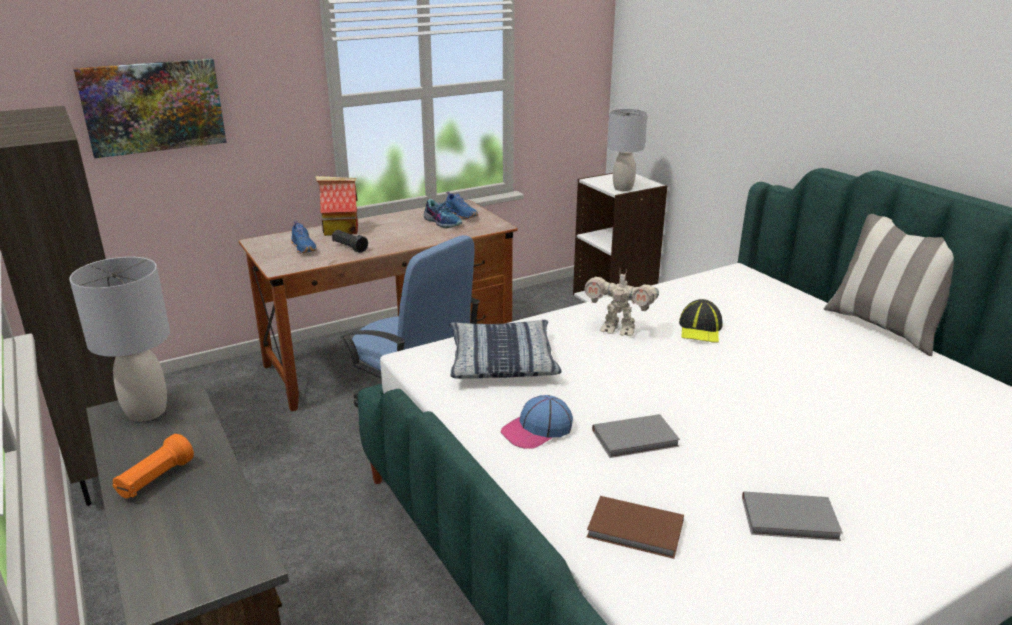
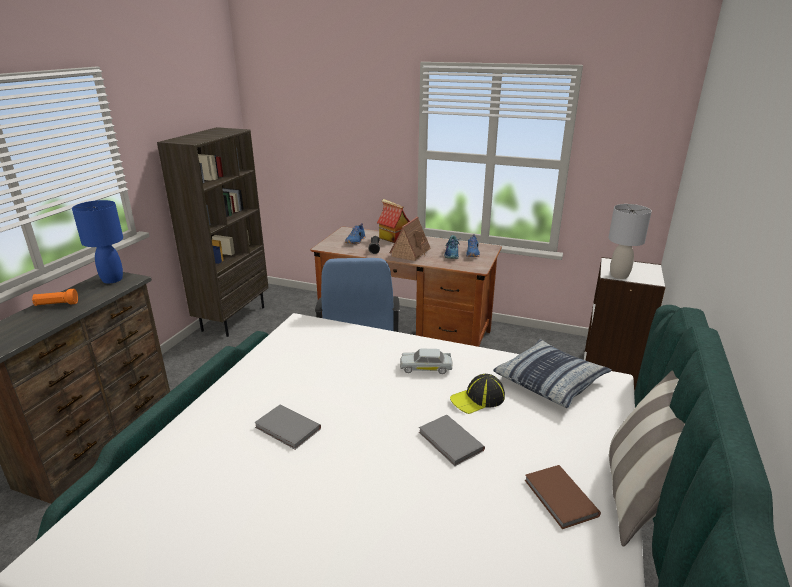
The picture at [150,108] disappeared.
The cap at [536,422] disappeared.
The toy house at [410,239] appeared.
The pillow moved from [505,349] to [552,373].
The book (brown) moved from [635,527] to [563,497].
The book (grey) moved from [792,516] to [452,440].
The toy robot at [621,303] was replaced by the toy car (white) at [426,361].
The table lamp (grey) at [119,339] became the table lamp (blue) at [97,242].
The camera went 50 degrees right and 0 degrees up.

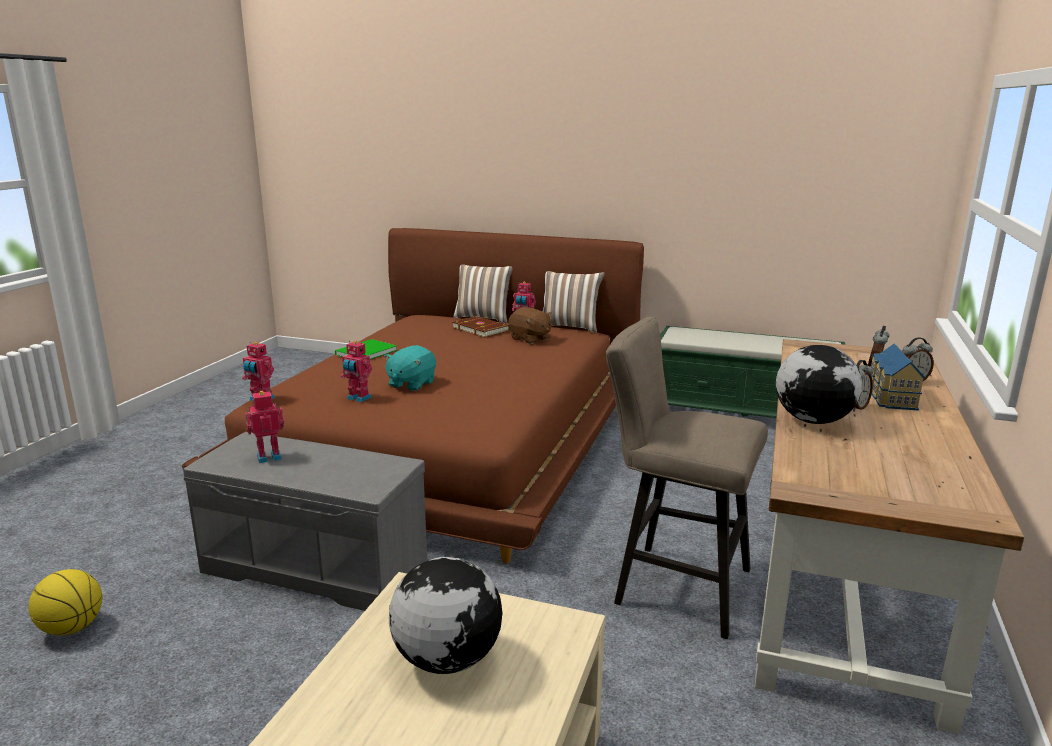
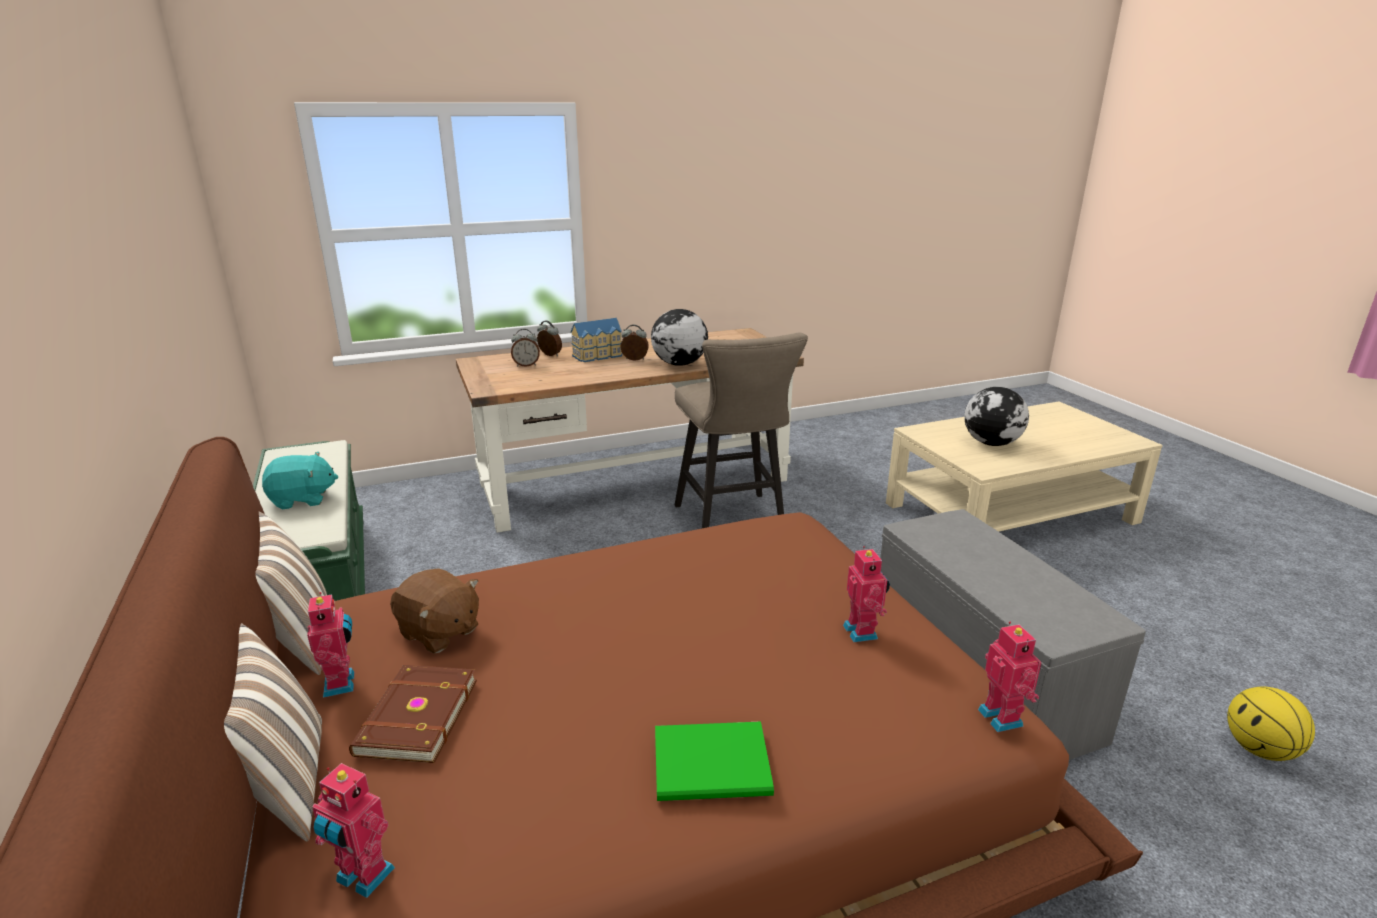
The toy robot moved from [264,427] to [353,830].
The plush toy (turquoise) moved from [410,368] to [300,480].
The plush toy (brown) at [530,325] turned 120 degrees clockwise.
The camera went 130 degrees left and 5 degrees up.

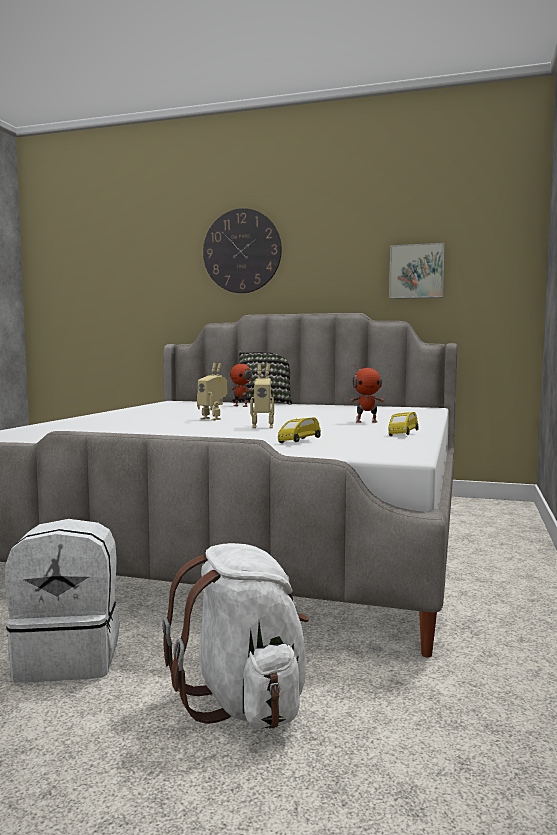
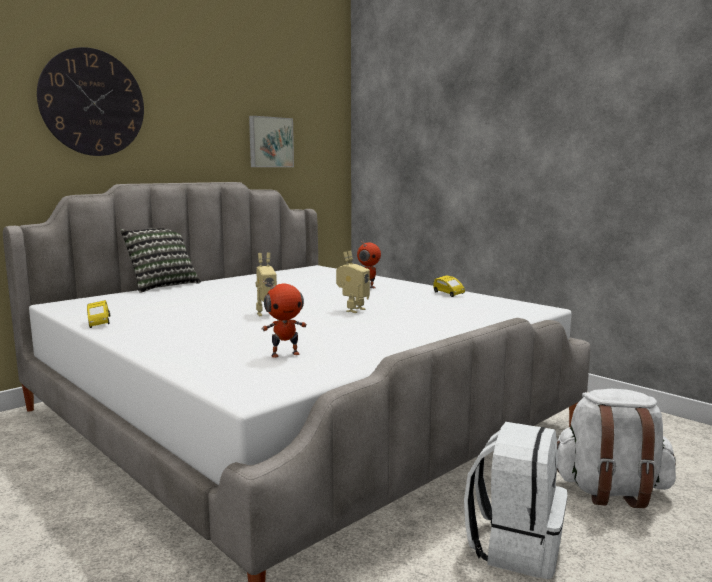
The toy robot moved from [241,383] to [284,318].
The toy car (yellow) moved from [299,430] to [98,314].
The camera went 60 degrees left and 5 degrees up.

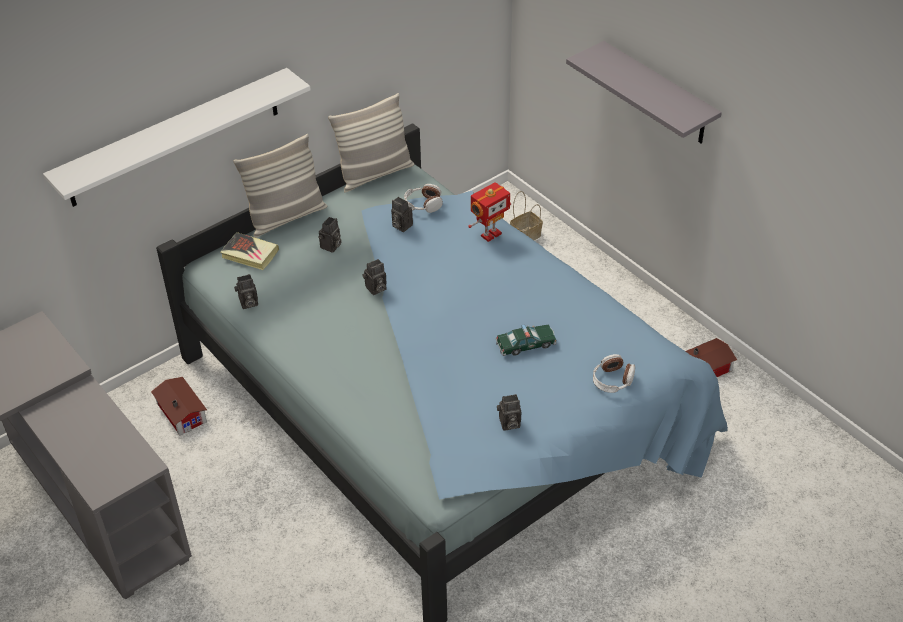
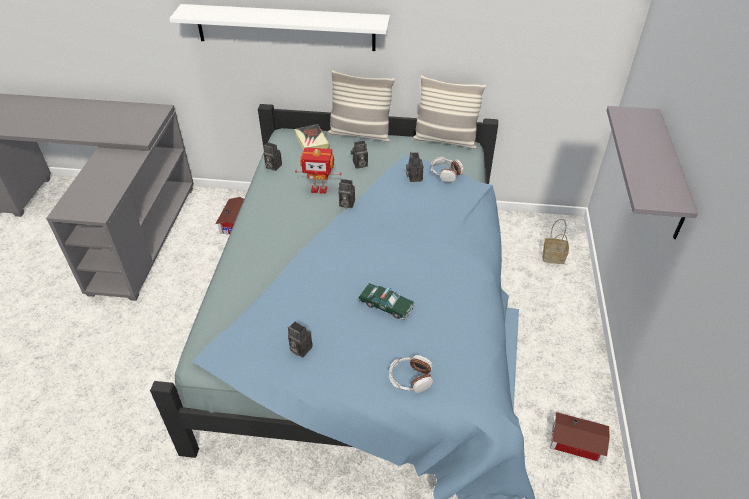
The toy robot moved from [489,212] to [318,170].
The camera went 45 degrees right and 0 degrees up.

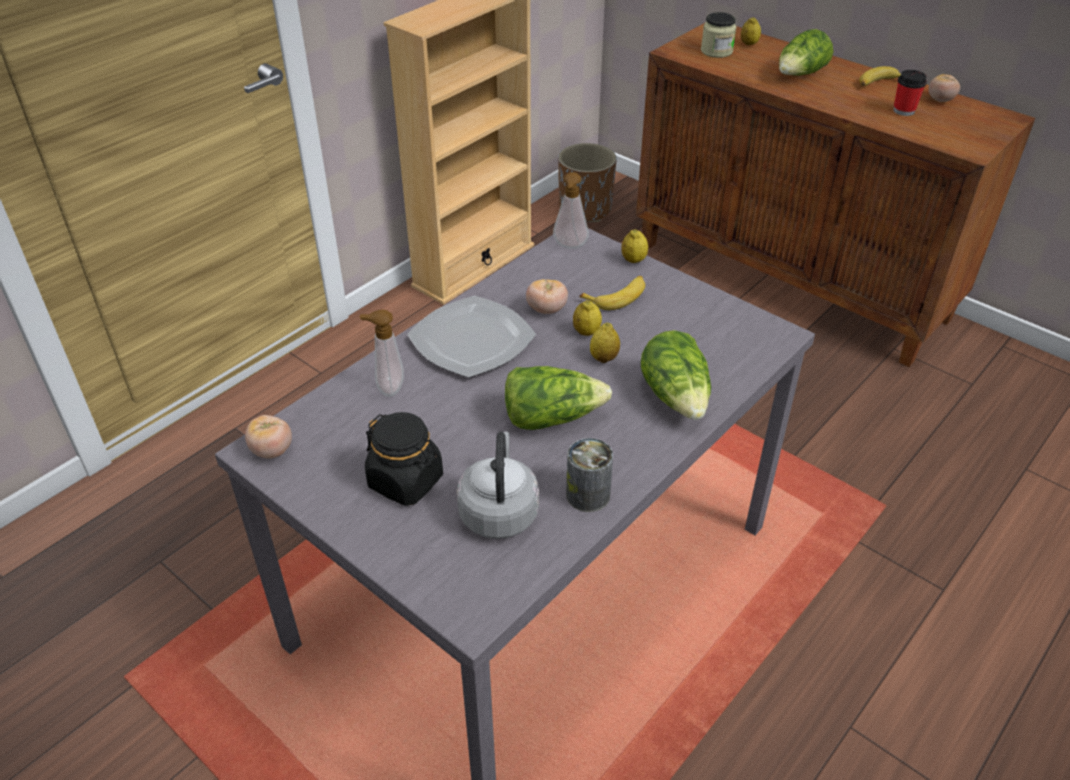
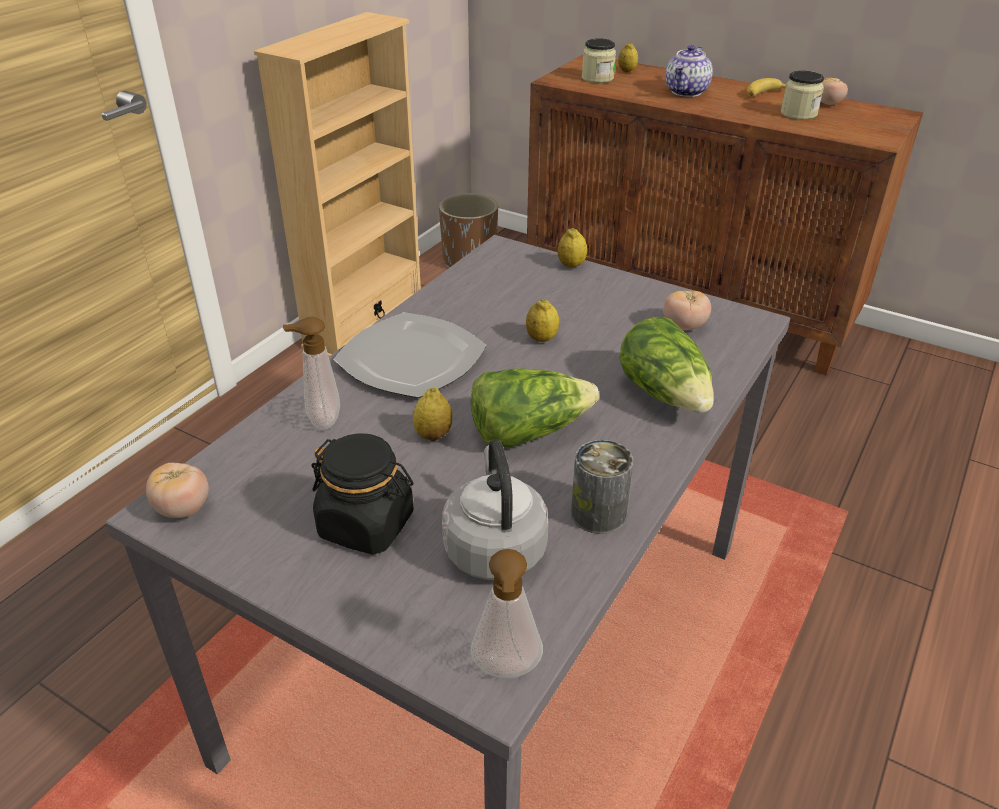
The banana at [612,293] disappeared.
The tomato moved from [547,296] to [687,309].
The soap dispenser moved from [571,210] to [507,613].
The lemon moved from [605,343] to [432,414].
The lettuce at [806,52] was replaced by the teapot at [689,71].
The cup at [910,93] was replaced by the jar at [802,95].
The camera went 10 degrees left and 5 degrees down.

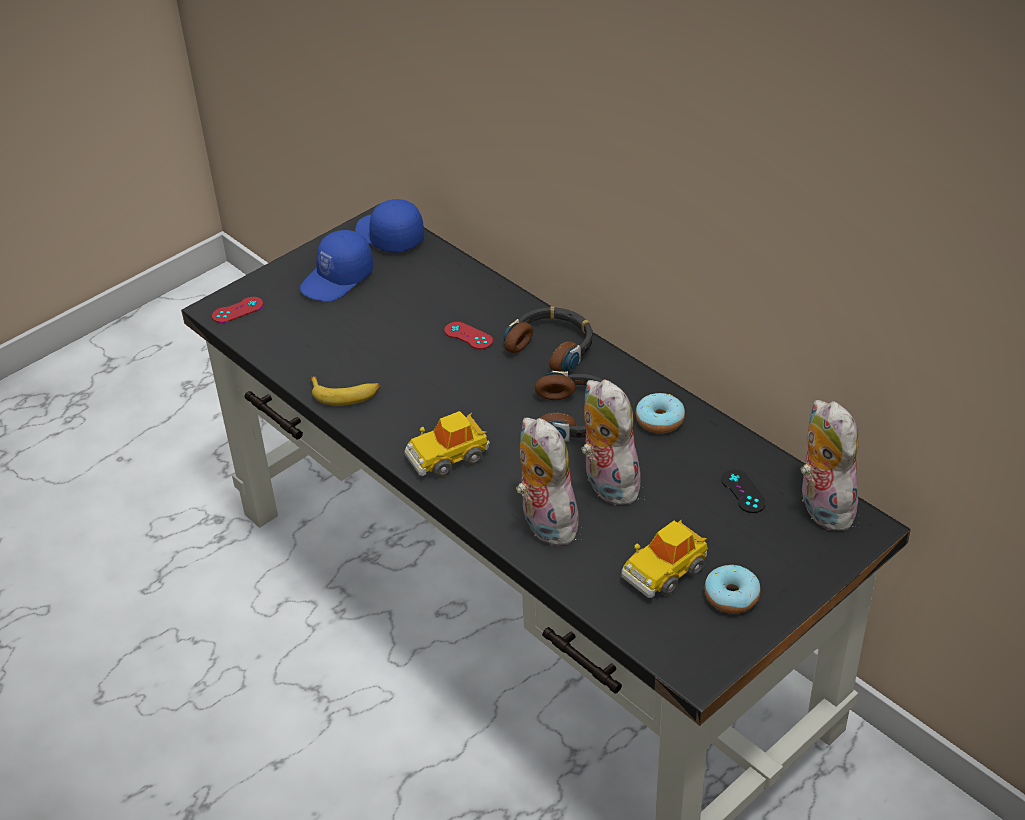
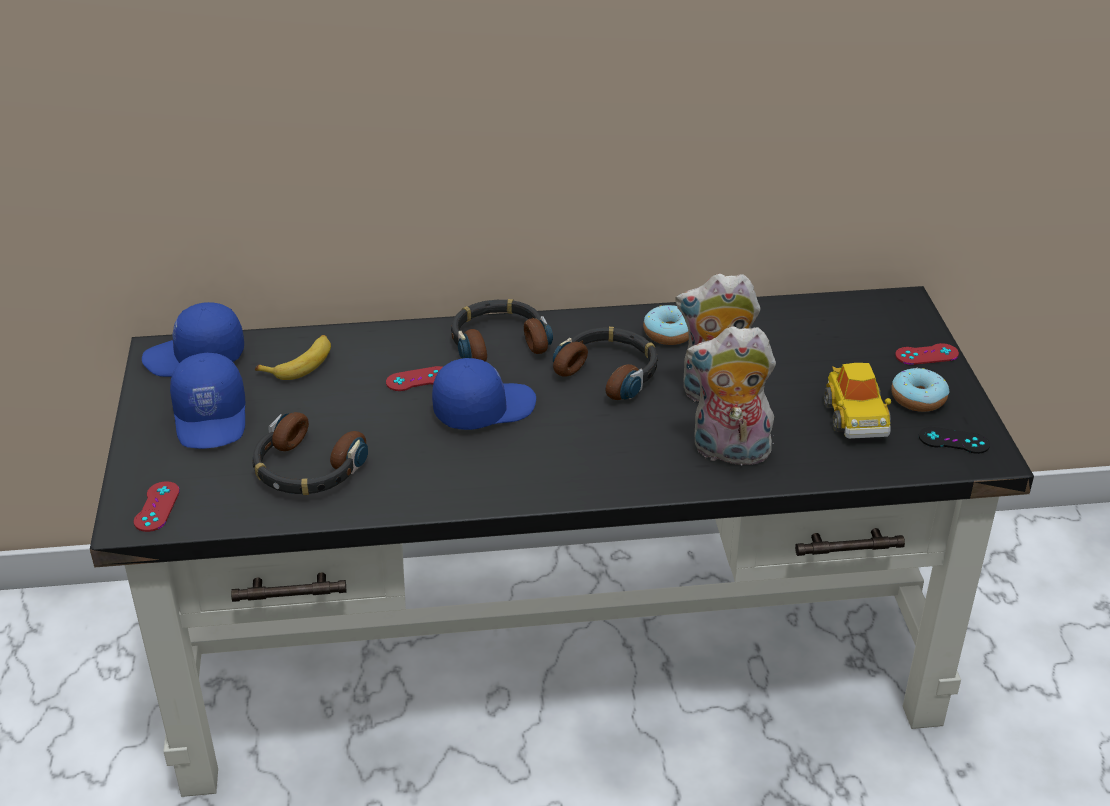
The toy car at [447,444] disappeared.
The plush toy at [830,465] disappeared.
The headphones at [310,453] appeared.
The cap (blue) at [484,394] appeared.
The game controller (red) at [927,354] appeared.
The banana moved from [345,391] to [293,357].
The game controller (black) moved from [743,491] to [954,440].
The camera went 55 degrees left and 5 degrees down.

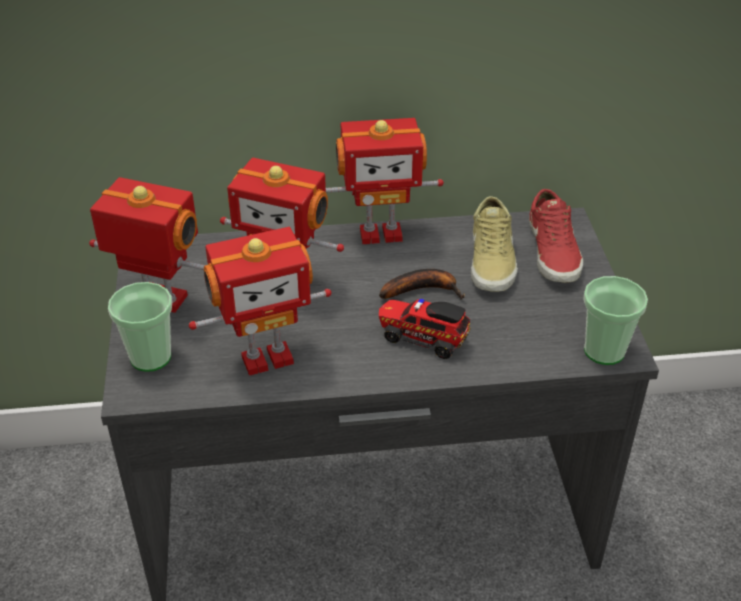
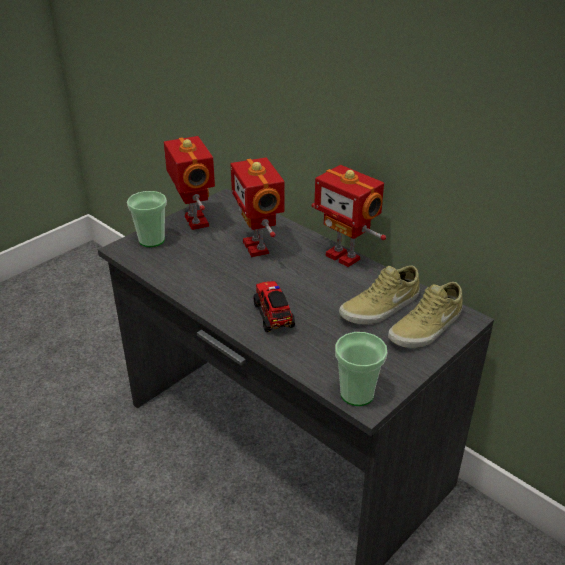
The toy robot at [260,301] disappeared.
The banana at [422,284] disappeared.
The shoe (red) at [556,236] became the shoe (beige) at [425,315].
The camera went 50 degrees right and 5 degrees down.

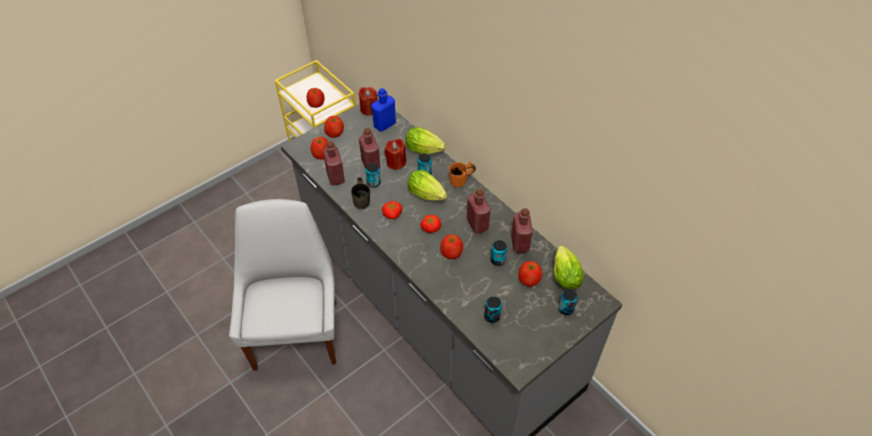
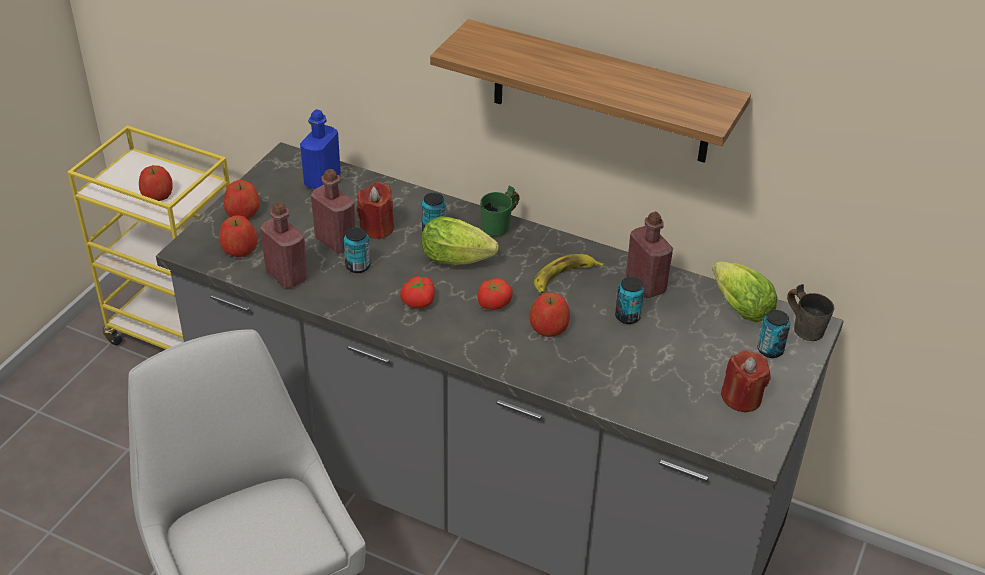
The lettuce at [425,140] disappeared.
The can at [493,309] disappeared.
The apple at [530,274] disappeared.
The shelf at [590,91] appeared.
The mug (grey) moved from [360,193] to [810,312].
The candle (red) moved from [368,101] to [746,381].
The bottle (red) at [479,211] was replaced by the banana at [569,274].
The mug (orange) at [462,174] became the mug (green) at [499,211].
The camera went 25 degrees left and 10 degrees down.

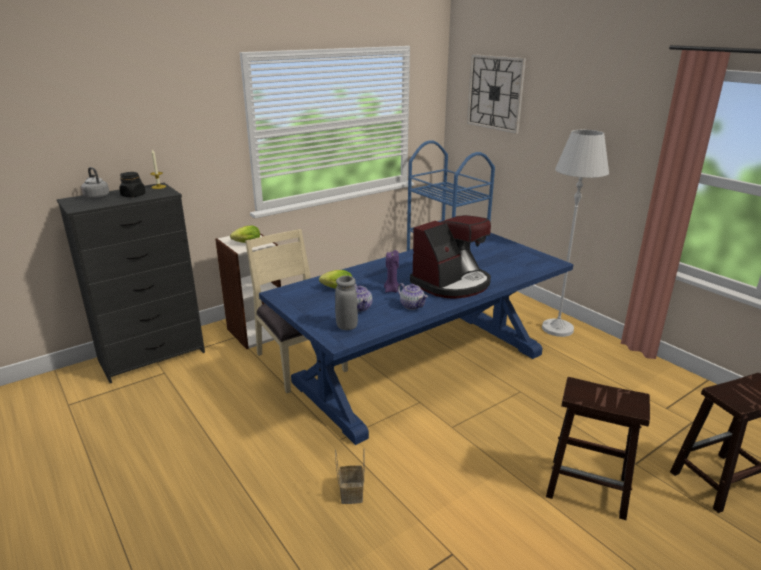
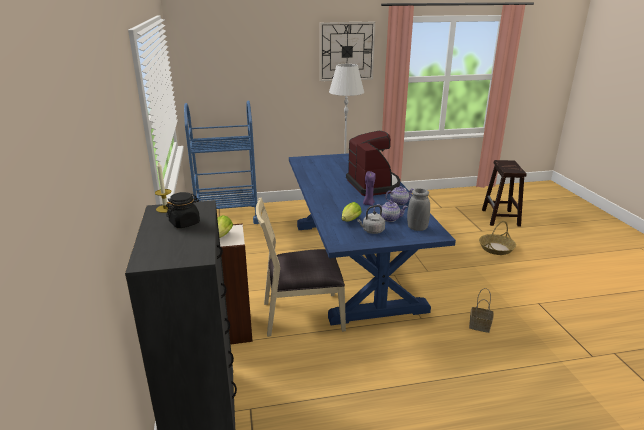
The kettle (grey) moved from [95,183] to [371,219].
The wall clock moved from [496,94] to [348,52].
The stool (brown) at [598,448] was replaced by the basket at [497,238].
The camera went 65 degrees left and 0 degrees up.

